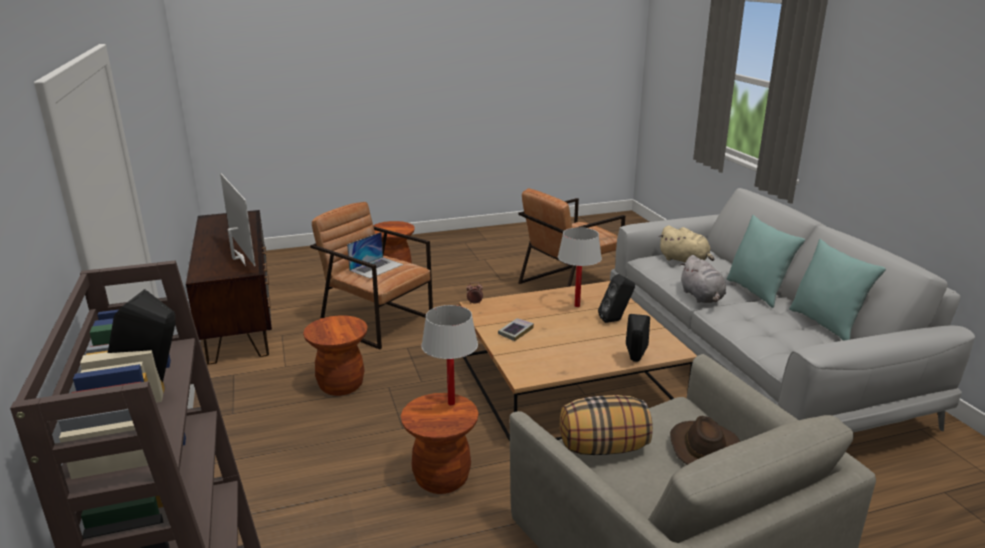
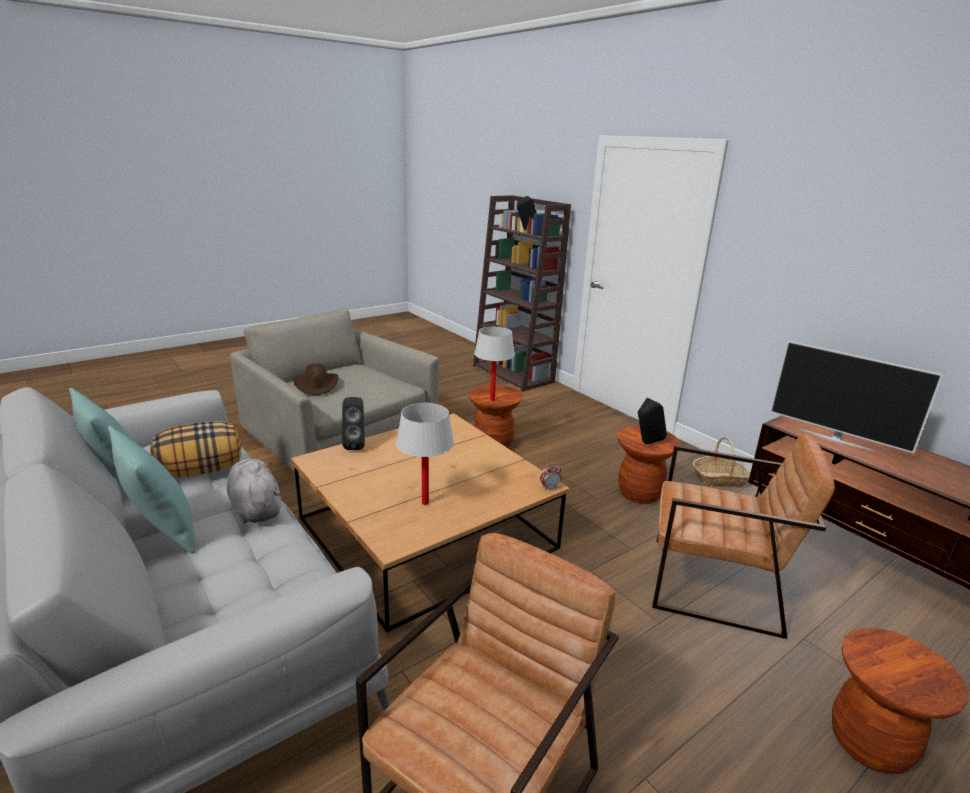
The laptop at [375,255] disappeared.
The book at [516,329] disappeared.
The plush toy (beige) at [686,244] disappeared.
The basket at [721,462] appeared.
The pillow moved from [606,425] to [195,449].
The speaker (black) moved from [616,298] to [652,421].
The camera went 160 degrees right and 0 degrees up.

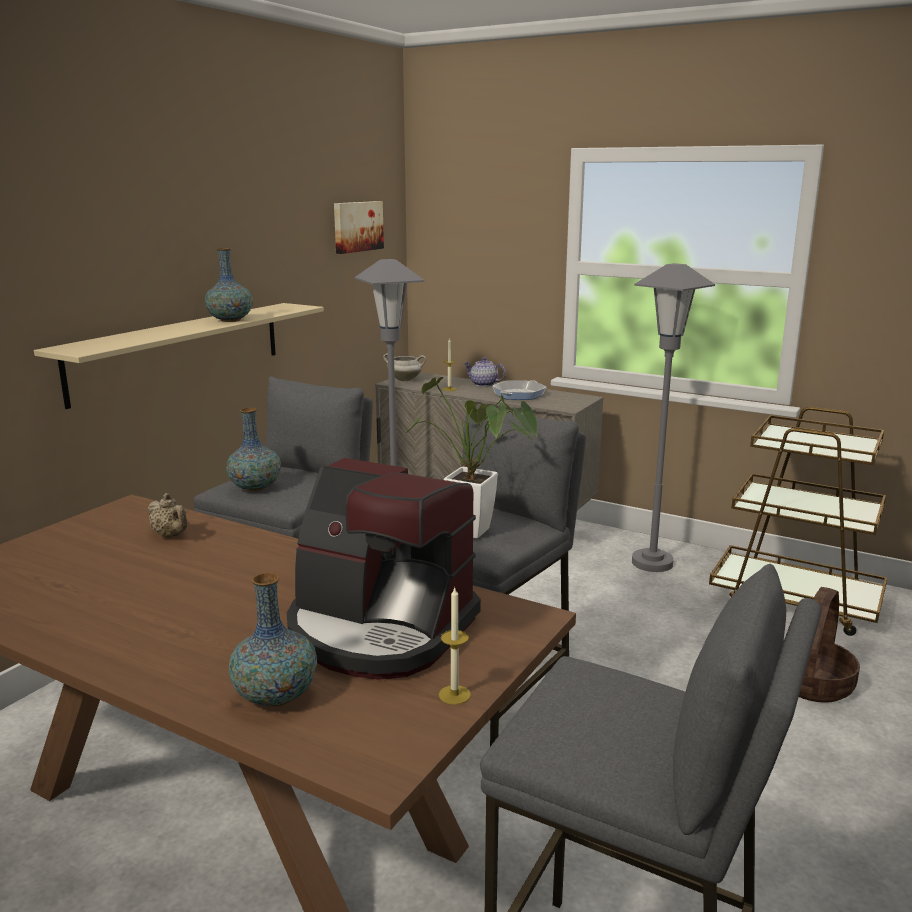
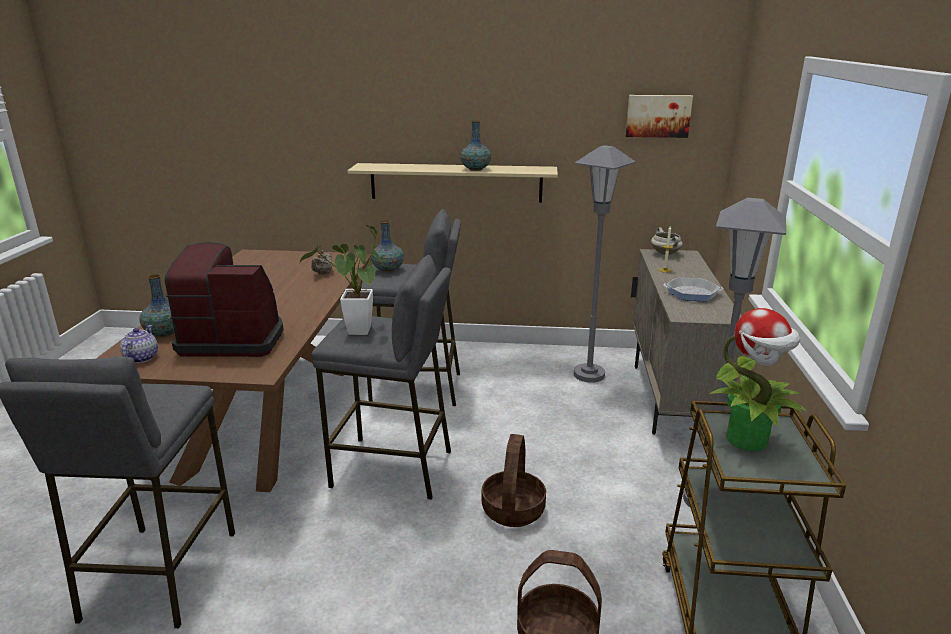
The candle at [455,646] disappeared.
The basket at [514,480] appeared.
The potted plant at [758,379] appeared.
The teapot moved from [485,372] to [139,344].
The coffee machine at [384,569] turned 90 degrees clockwise.
The camera went 65 degrees right and 5 degrees up.

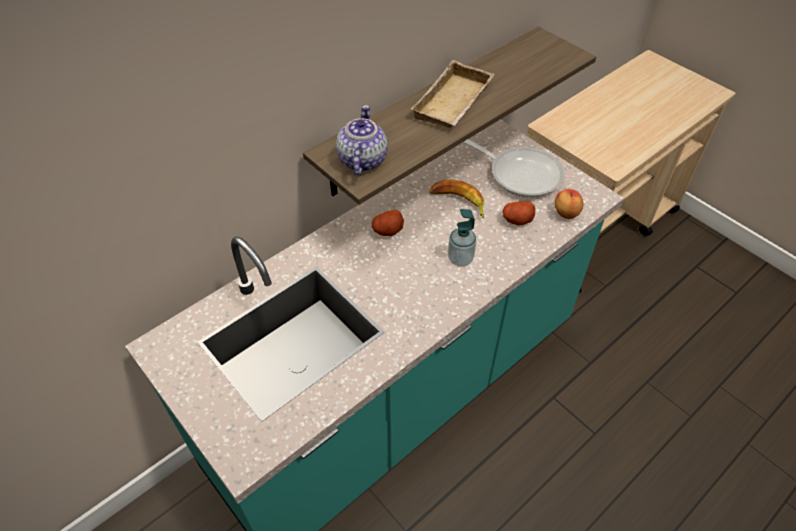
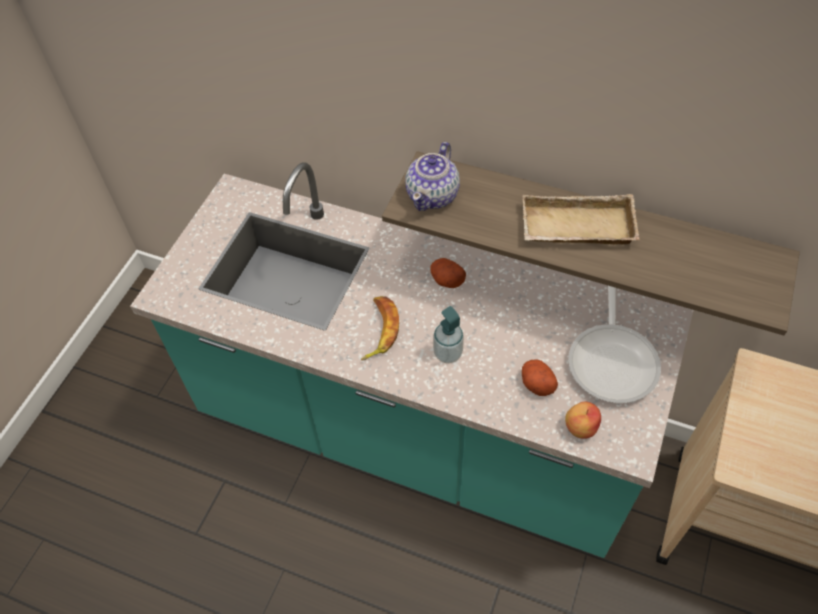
The banana moved from [456,198] to [380,328].
The teapot at [362,140] turned 135 degrees clockwise.
The camera went 65 degrees right and 5 degrees up.

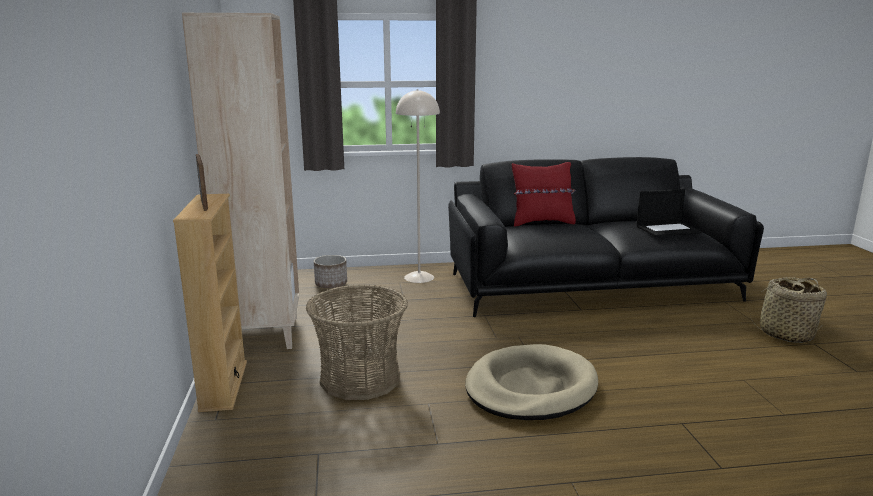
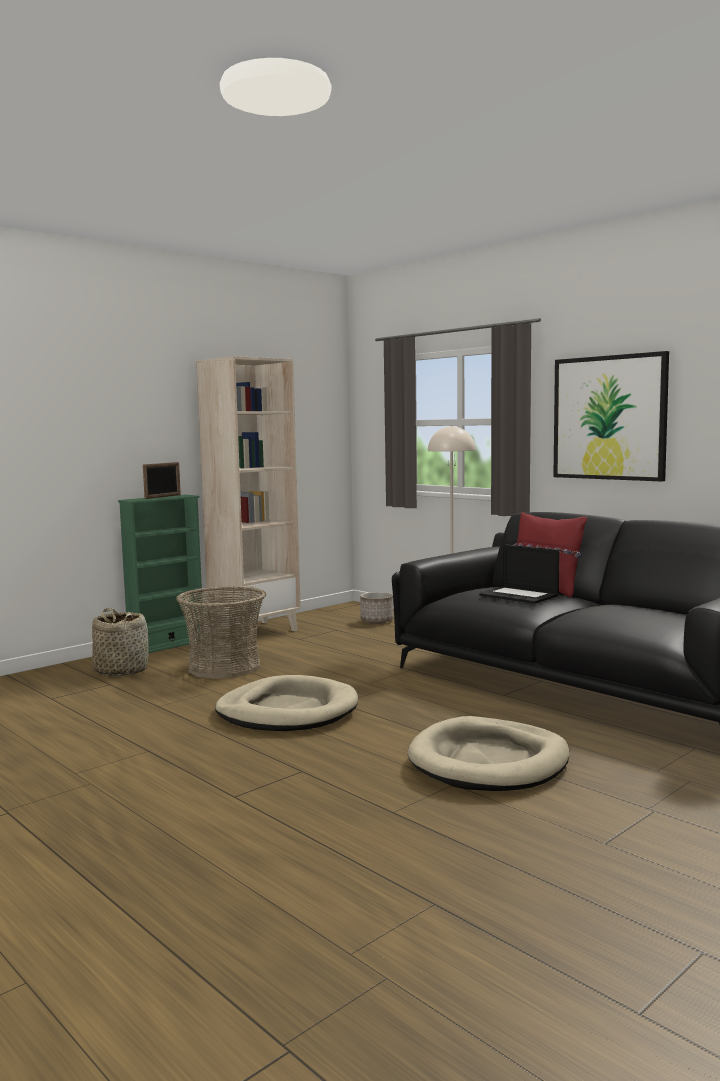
The dog bed (beige) at [488,753] appeared.
The picture at [611,416] appeared.
The laptop moved from [669,213] to [519,574].
The basket moved from [788,310] to [120,642].
The bookcase (beige) at [210,303] became the bookcase (green) at [162,574].
The camera went 55 degrees right and 10 degrees down.

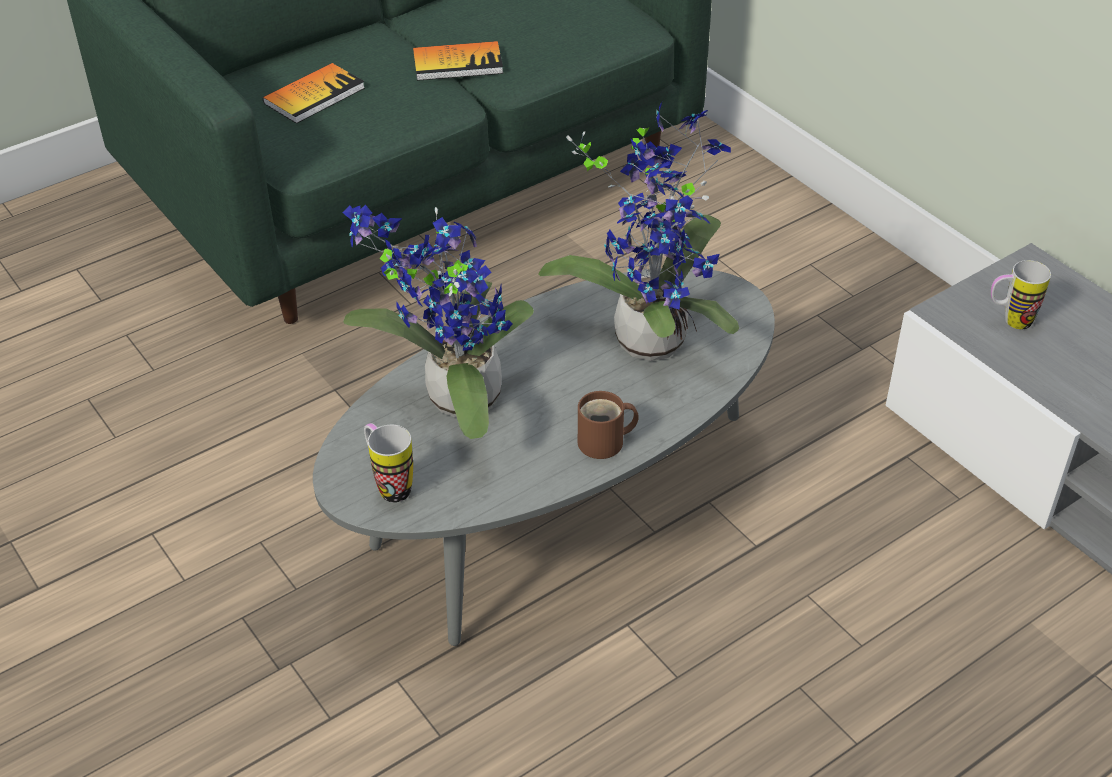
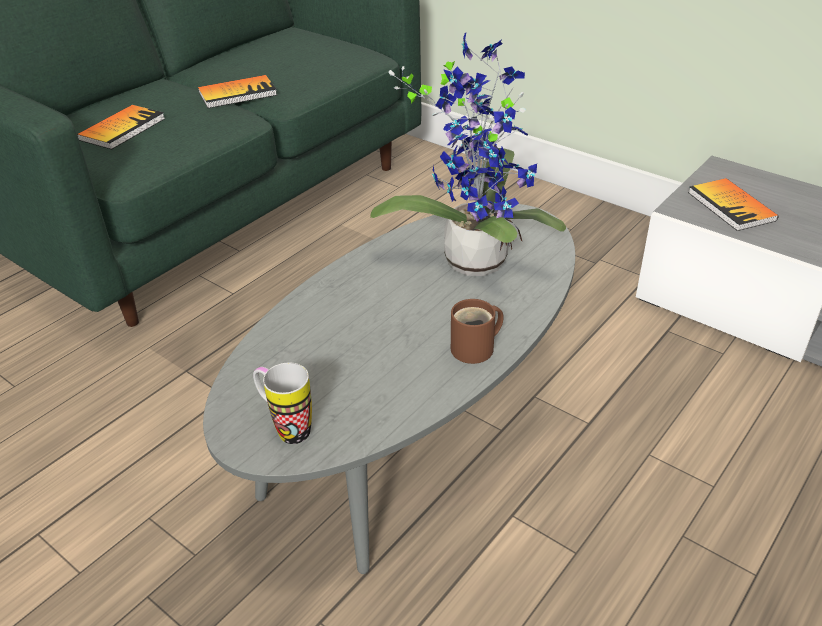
The potted plant at [438,322] disappeared.
The mug at [1021,294] was replaced by the book at [733,204].
The camera went 15 degrees left and 5 degrees down.

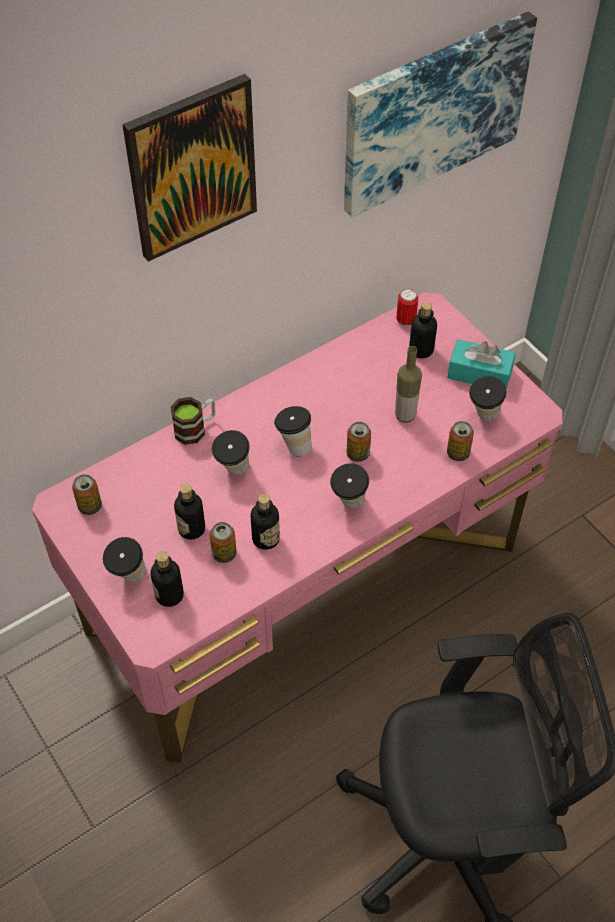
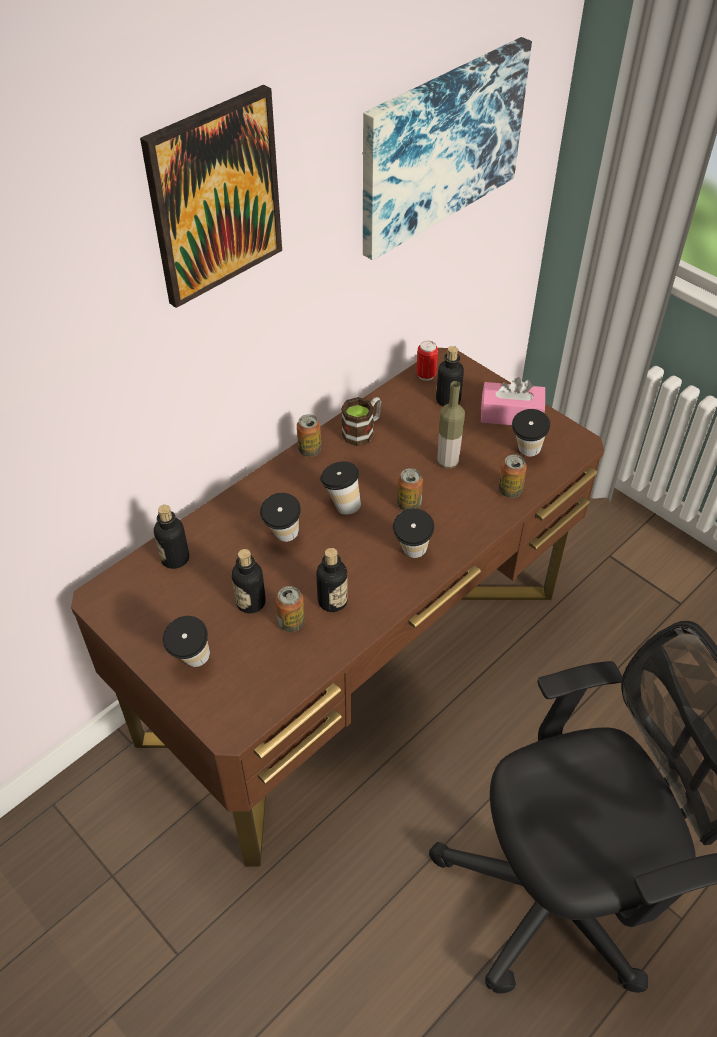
The can moved from [87,494] to [309,435].
The bottle moved from [167,579] to [171,537].
The mug moved from [193,421] to [361,421].
The desk (pink) at [297,527] became the desk (brown) at [337,607].
The tissue box (turquoise) at [481,364] became the tissue box (pink) at [513,401].
The camera went 10 degrees left and 5 degrees down.

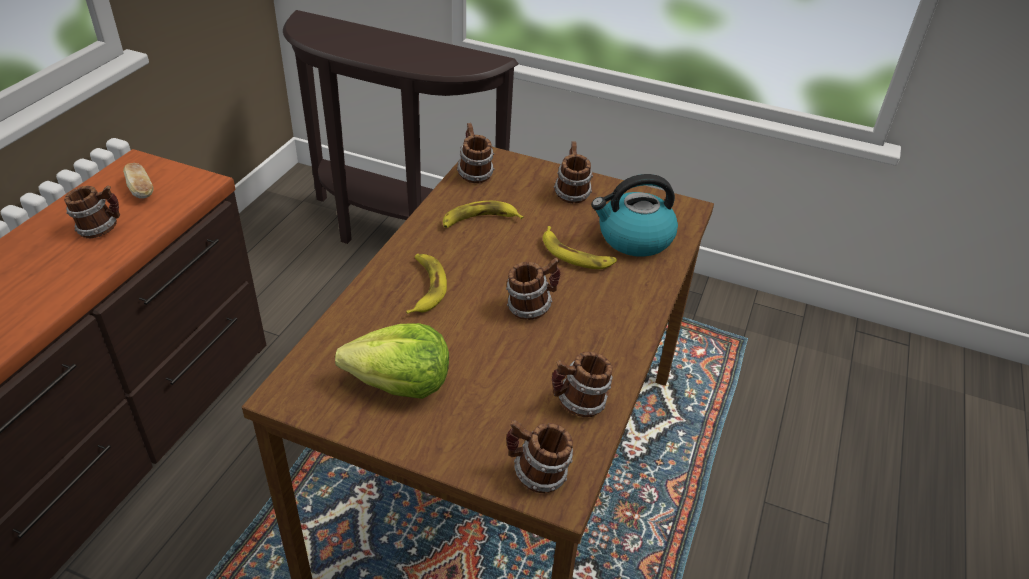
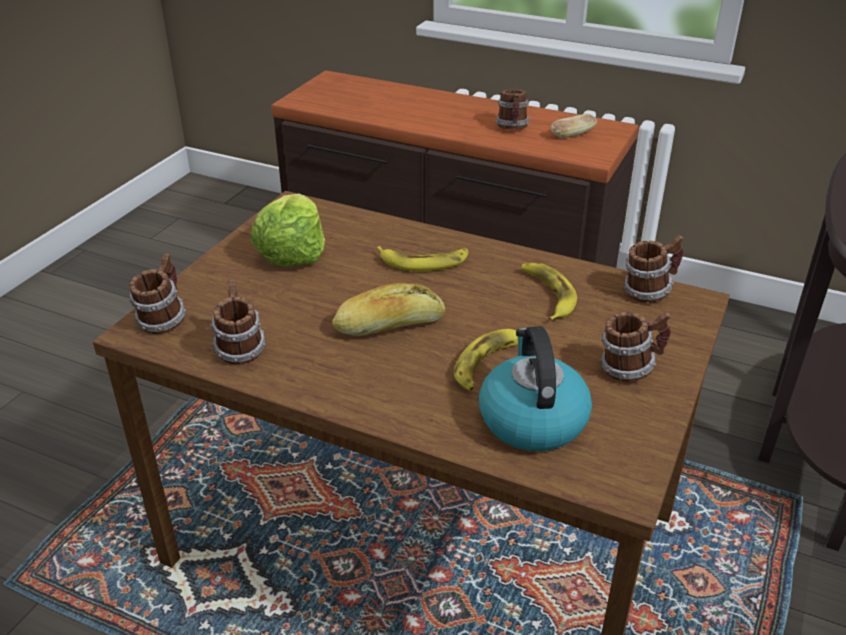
The mug at [533,289] was replaced by the bread at [389,309].
The camera went 95 degrees right and 5 degrees down.

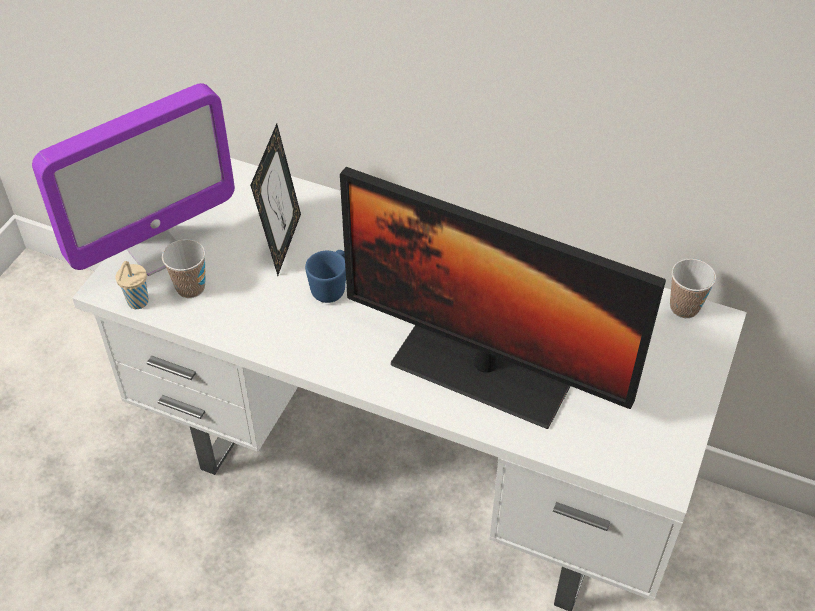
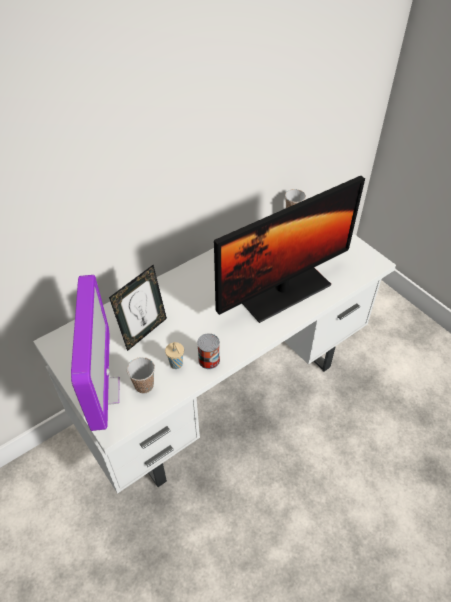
The mug (blue) at [325,276] disappeared.
The can at [208,351] appeared.
The cup (beige) moved from [132,285] to [174,355].
The picture frame at [275,200] turned 90 degrees clockwise.
The camera went 60 degrees left and 0 degrees up.

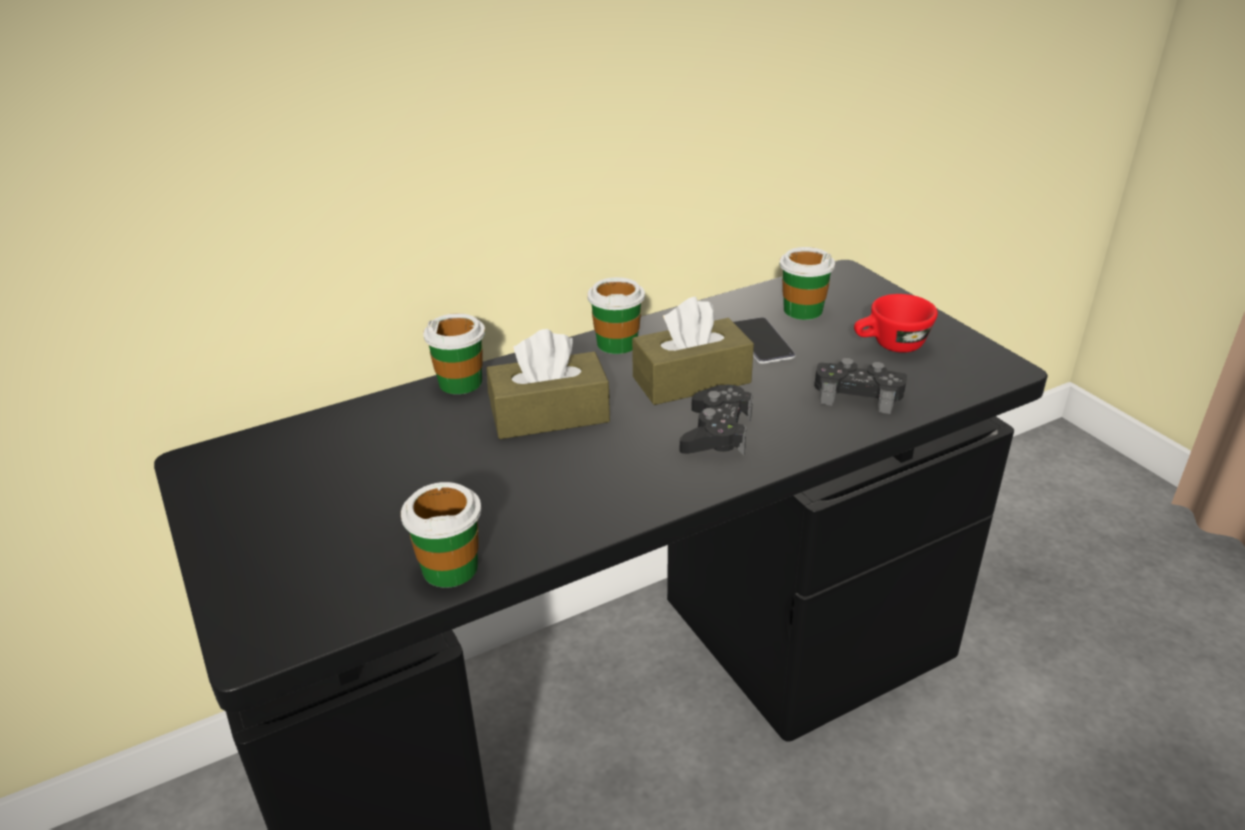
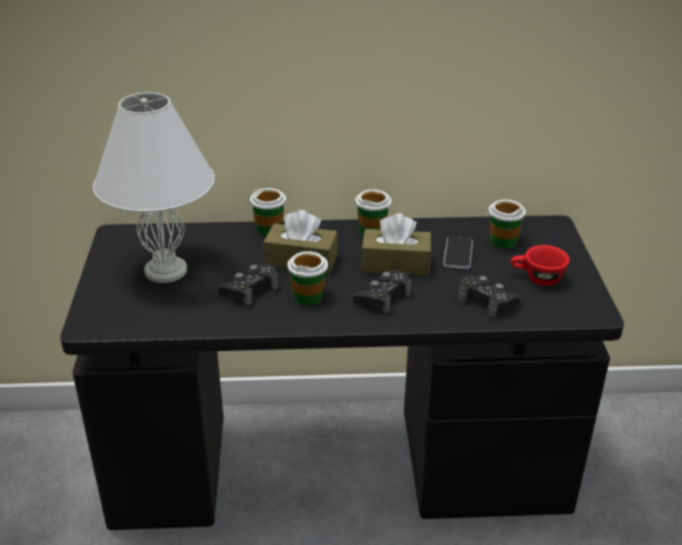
The table lamp (white) at [154,187] appeared.
The game controller (black) at [248,285] appeared.
The cup moved from [441,535] to [307,278].
The camera went 25 degrees right and 0 degrees up.

